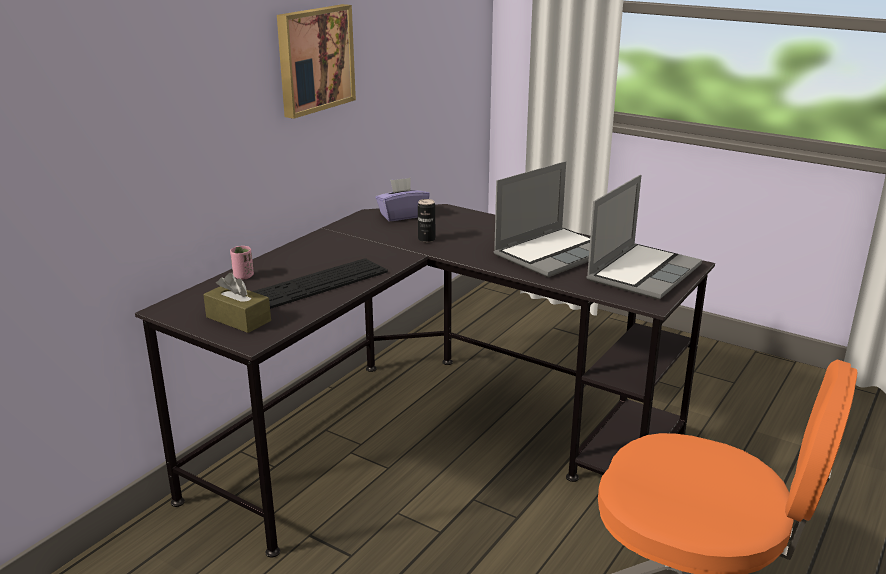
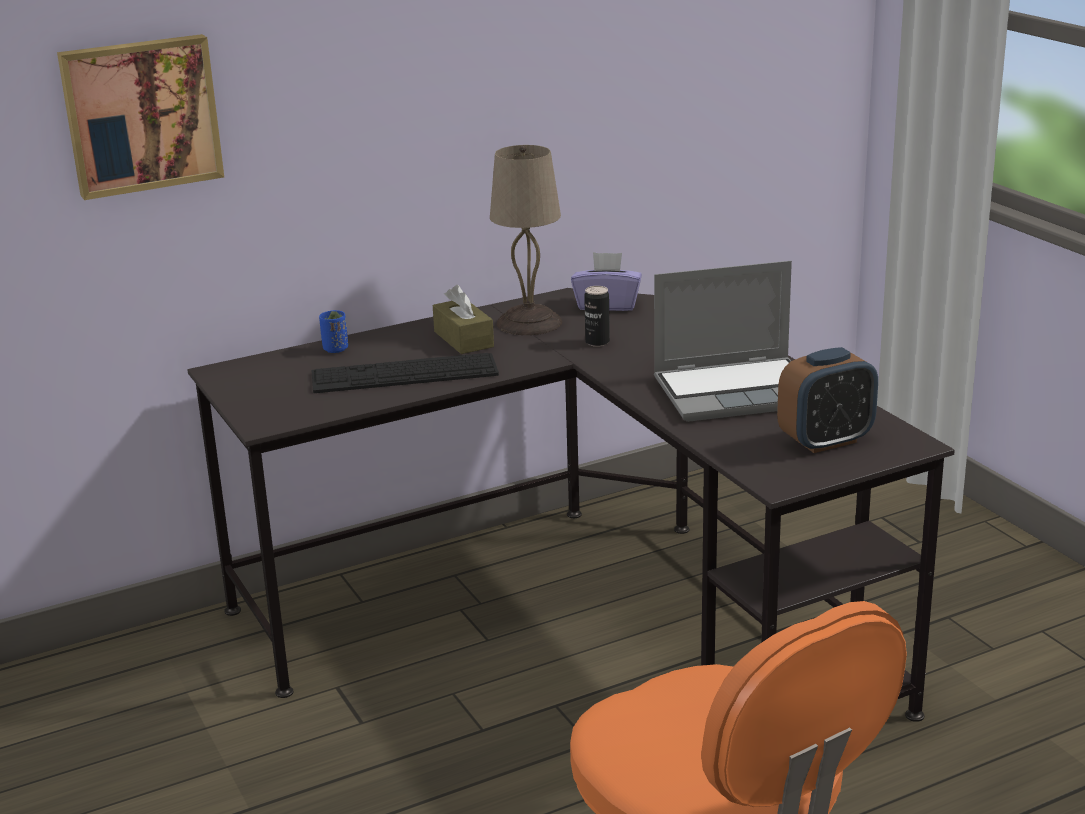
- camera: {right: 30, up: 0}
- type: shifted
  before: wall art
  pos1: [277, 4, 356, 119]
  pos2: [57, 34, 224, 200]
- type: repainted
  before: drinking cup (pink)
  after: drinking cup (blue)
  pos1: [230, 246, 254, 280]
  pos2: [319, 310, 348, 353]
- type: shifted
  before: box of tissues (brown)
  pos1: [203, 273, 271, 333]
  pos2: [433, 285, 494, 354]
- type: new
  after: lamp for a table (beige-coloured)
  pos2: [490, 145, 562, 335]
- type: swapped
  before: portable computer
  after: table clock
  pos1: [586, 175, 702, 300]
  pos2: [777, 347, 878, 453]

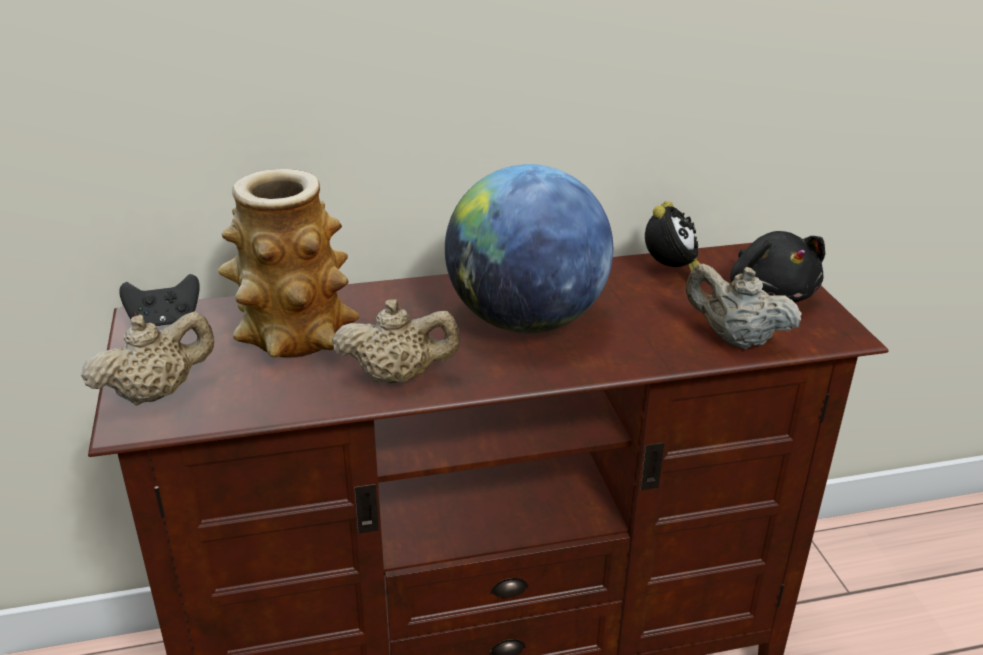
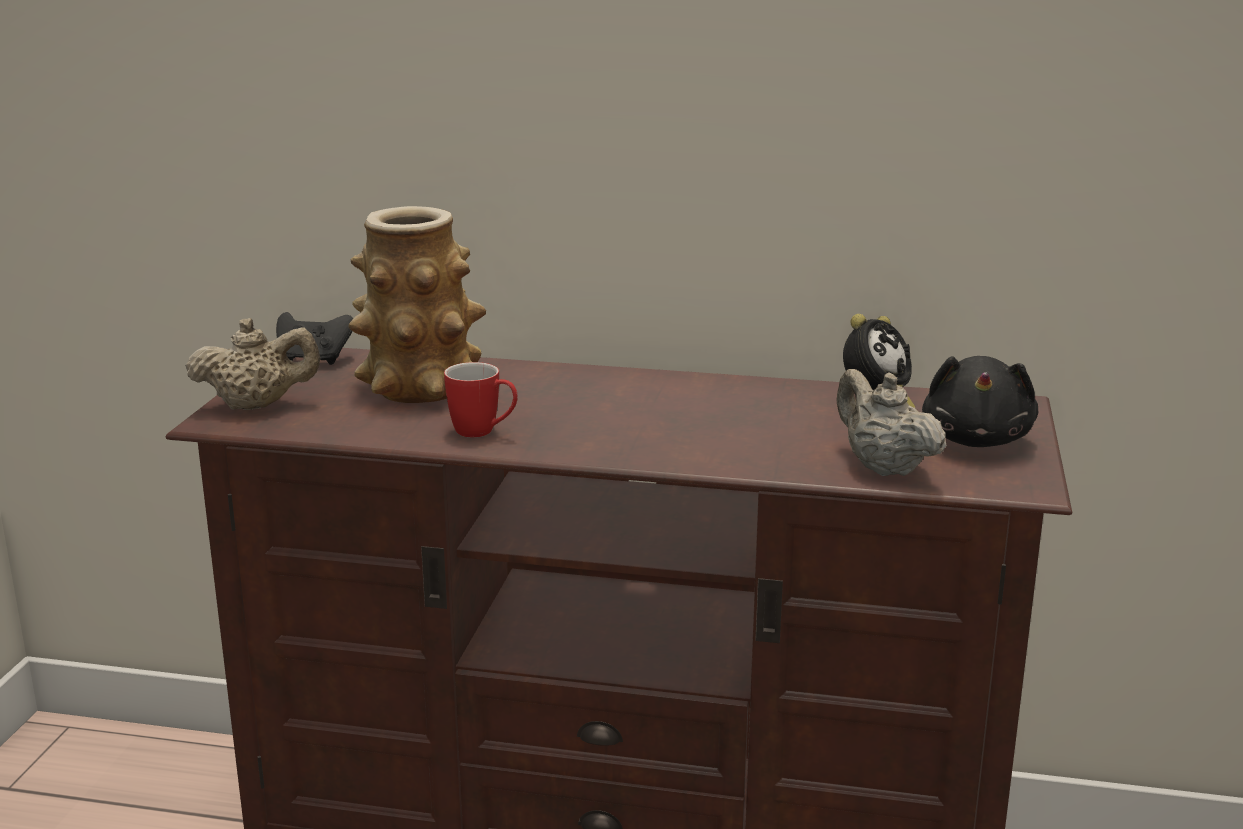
- camera: {right: 25, up: -10}
- type: swapped
  before: teapot (beige-coloured)
  after: coffee mug
  pos1: [332, 299, 461, 383]
  pos2: [444, 362, 518, 438]
- type: gone
  before: globe
  pos1: [445, 164, 613, 333]

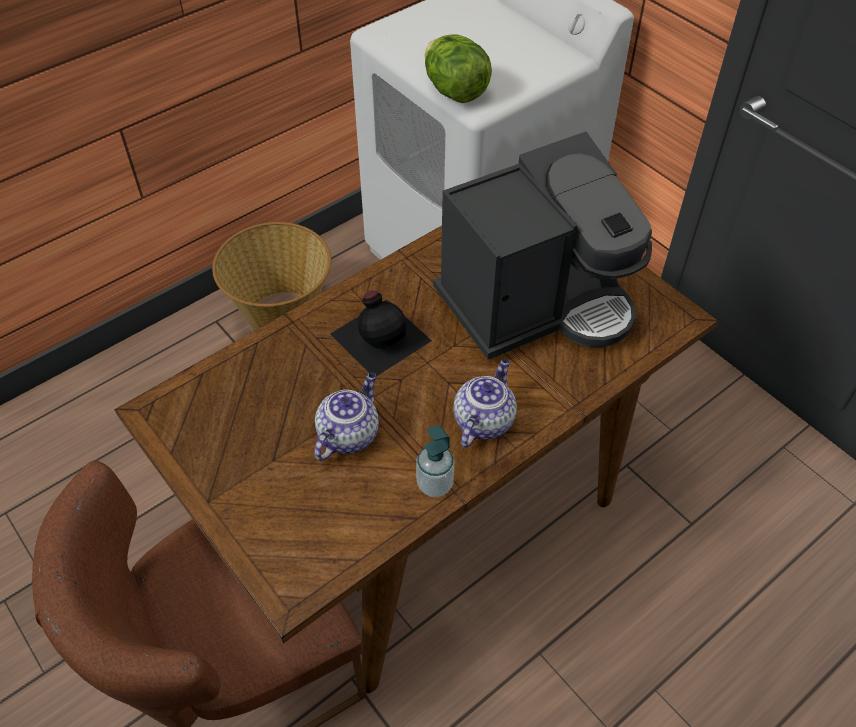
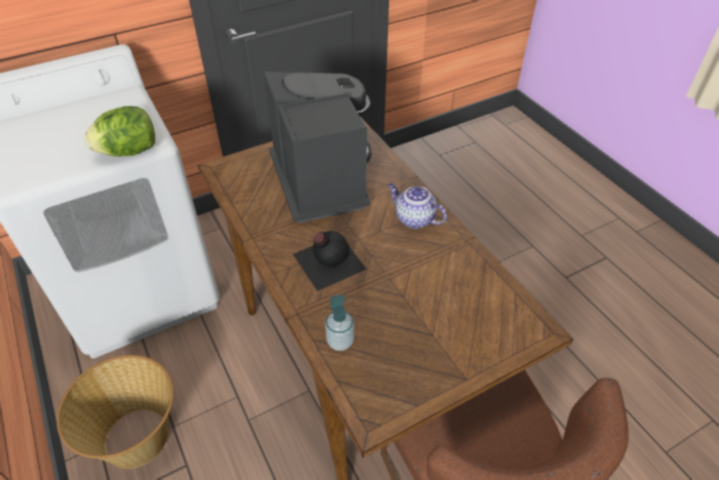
- camera: {right: -80, up: -5}
- type: shifted
  before: liquid soap bottle
  pos1: [416, 425, 454, 497]
  pos2: [325, 294, 354, 351]
- type: gone
  before: teapot
  pos1: [314, 373, 379, 461]

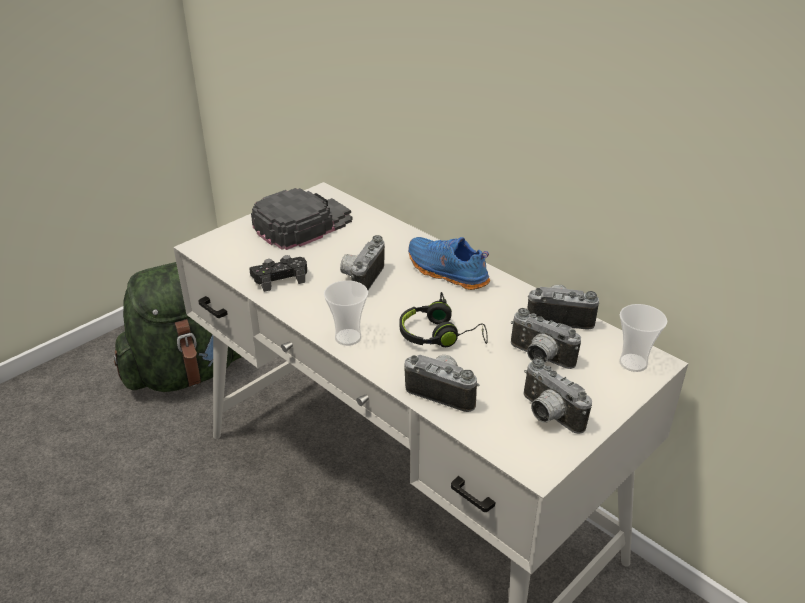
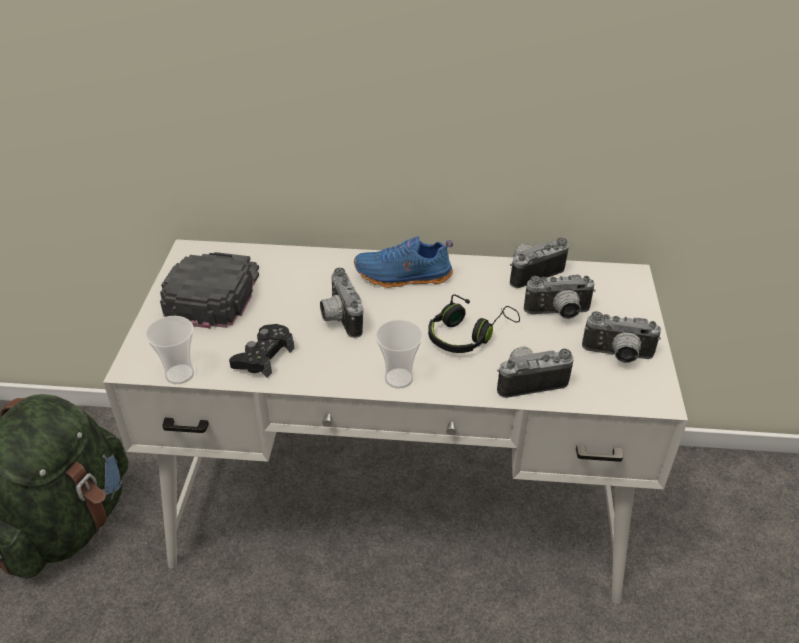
- camera: {right: -40, up: 5}
- type: shifted
  before: drinking cup
  pos1: [619, 304, 667, 372]
  pos2: [145, 316, 194, 384]

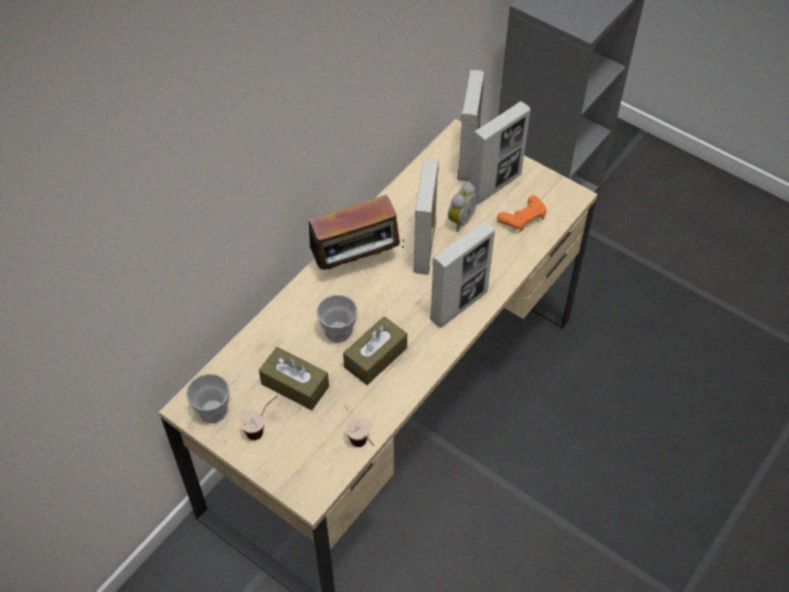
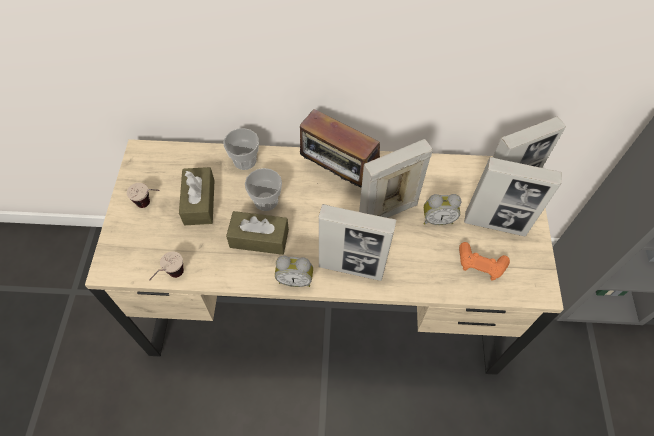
- camera: {right: 55, up: 5}
- type: shifted
  before: drinking cup
  pos1: [186, 374, 230, 423]
  pos2: [224, 128, 259, 170]
- type: new
  after: table clock
  pos2: [275, 256, 313, 287]

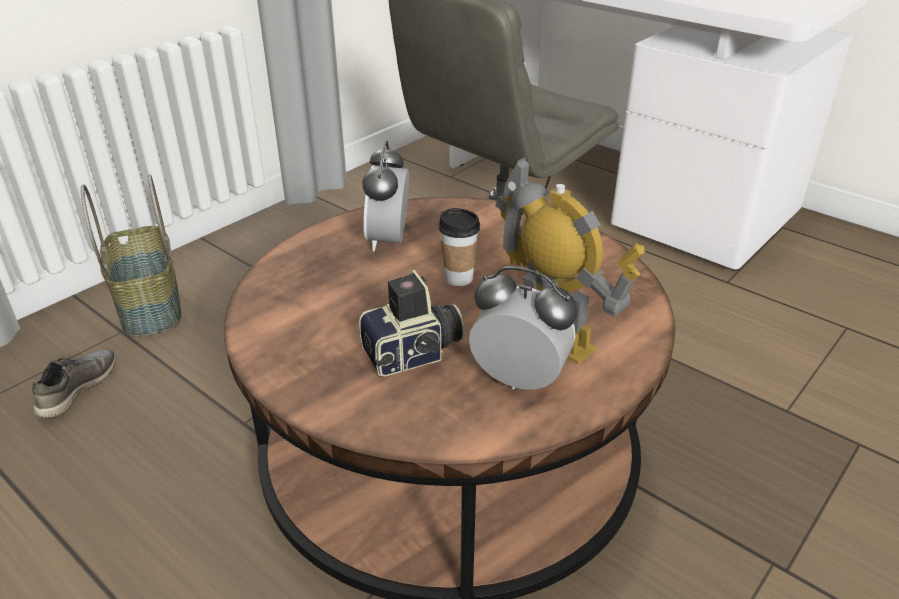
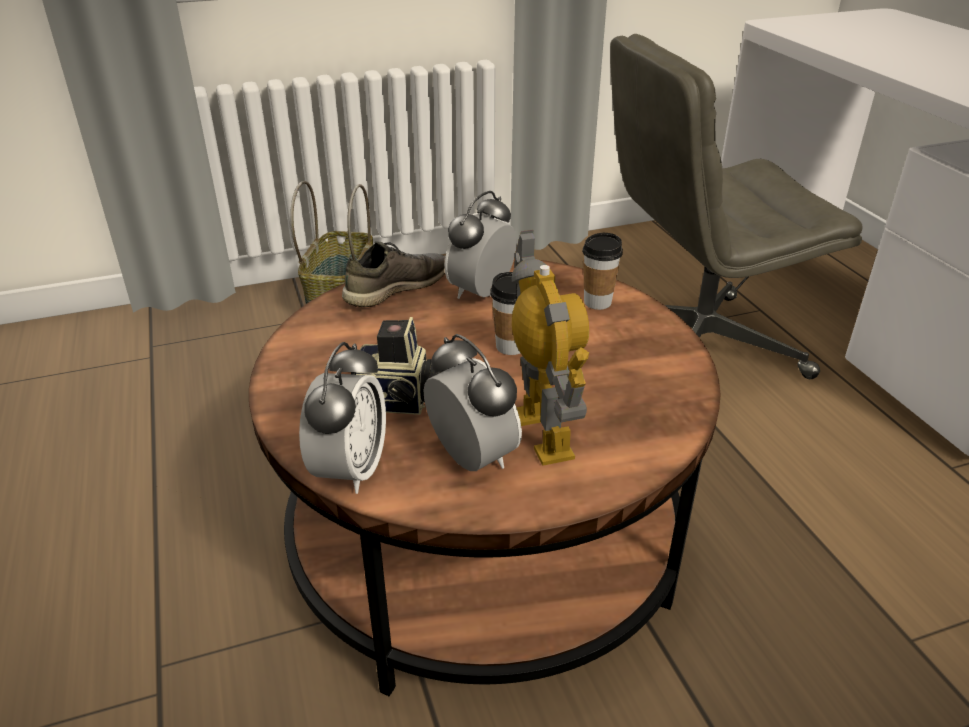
- camera: {right: 30, up: 0}
- type: new
  after: table clock
  pos2: [299, 342, 386, 494]
- type: shifted
  before: shoe (gray)
  pos1: [32, 349, 116, 418]
  pos2: [342, 241, 446, 307]
- type: new
  after: drinking cup
  pos2: [582, 233, 623, 310]

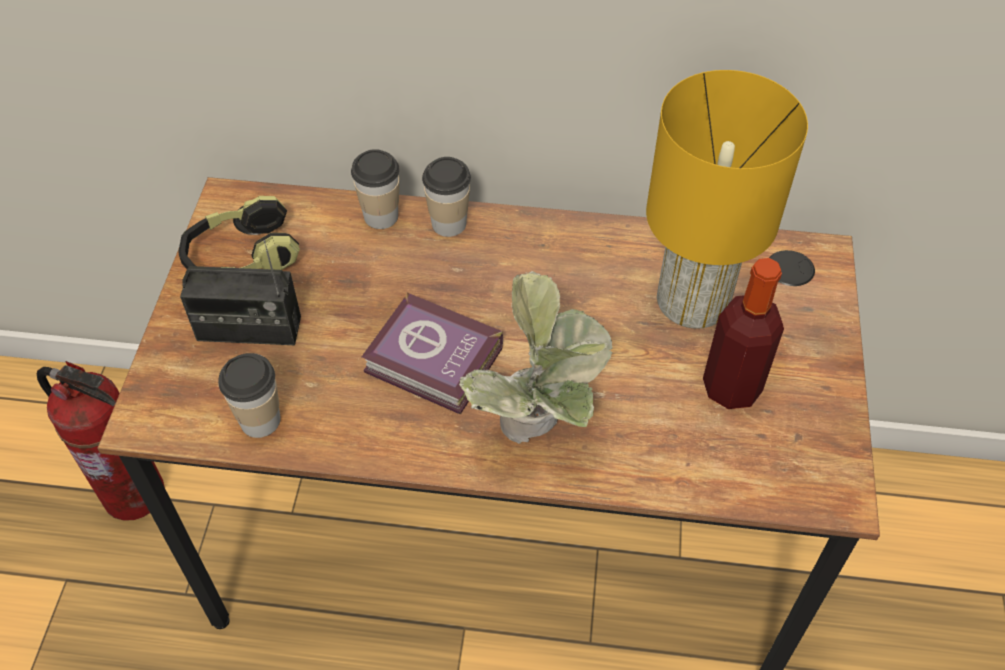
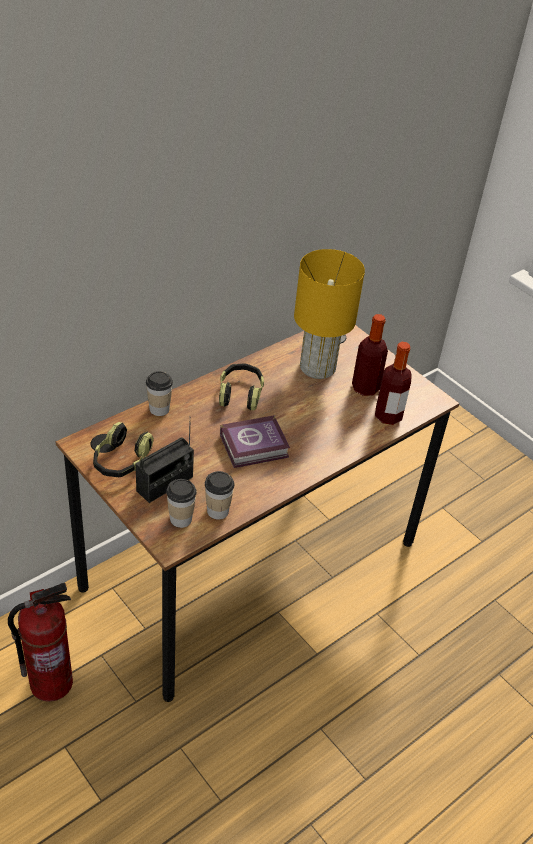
- camera: {right: -50, up: -10}
- type: shifted
  before: drinking cup
  pos1: [422, 157, 471, 237]
  pos2: [166, 479, 197, 528]
- type: new
  after: headphones
  pos2: [219, 363, 264, 411]
- type: new
  after: beverage bottle
  pos2: [375, 342, 412, 425]
- type: gone
  before: houseplant
  pos1: [459, 271, 613, 444]

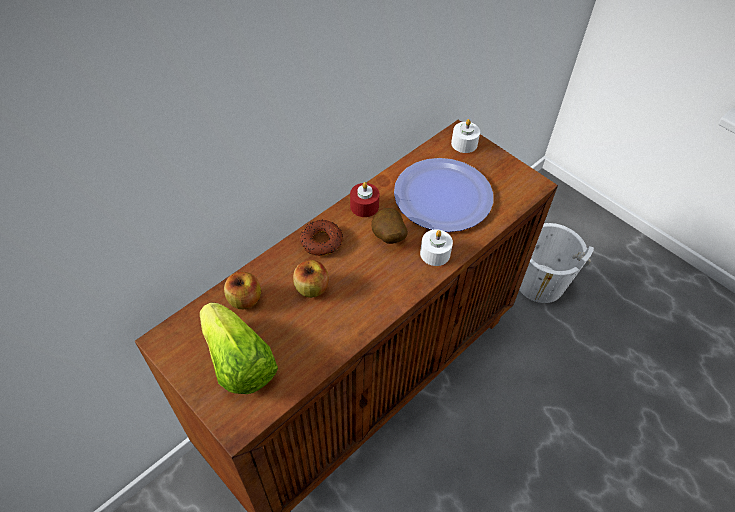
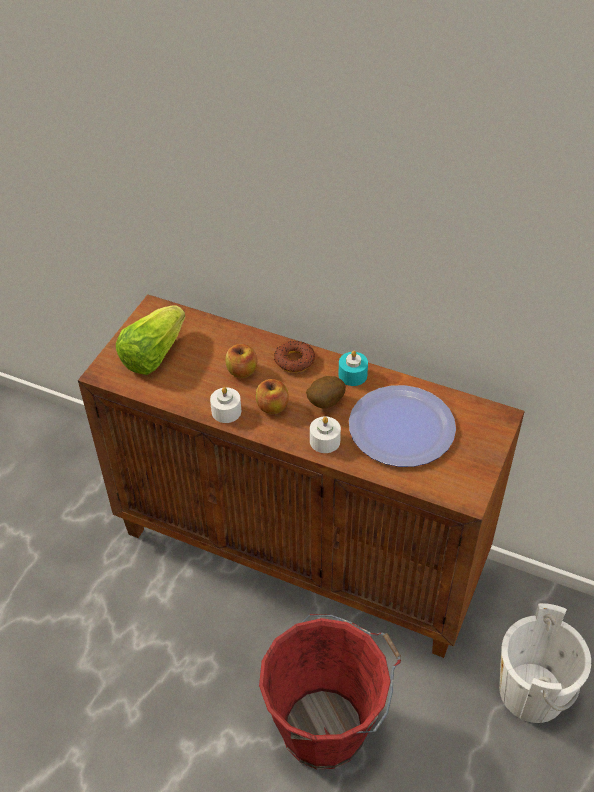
- camera: {right: 70, up: -5}
- type: shifted
  before: wax candle (white)
  pos1: [451, 119, 480, 153]
  pos2: [210, 387, 241, 423]
- type: shifted
  before: whole apple
  pos1: [224, 272, 261, 309]
  pos2: [256, 379, 289, 414]
- type: new
  after: water bucket (reddish)
  pos2: [259, 614, 401, 769]
- type: repainted
  before: wax candle (reddish)
  after: wax candle (turquoise)
  pos1: [350, 182, 379, 217]
  pos2: [338, 351, 368, 386]

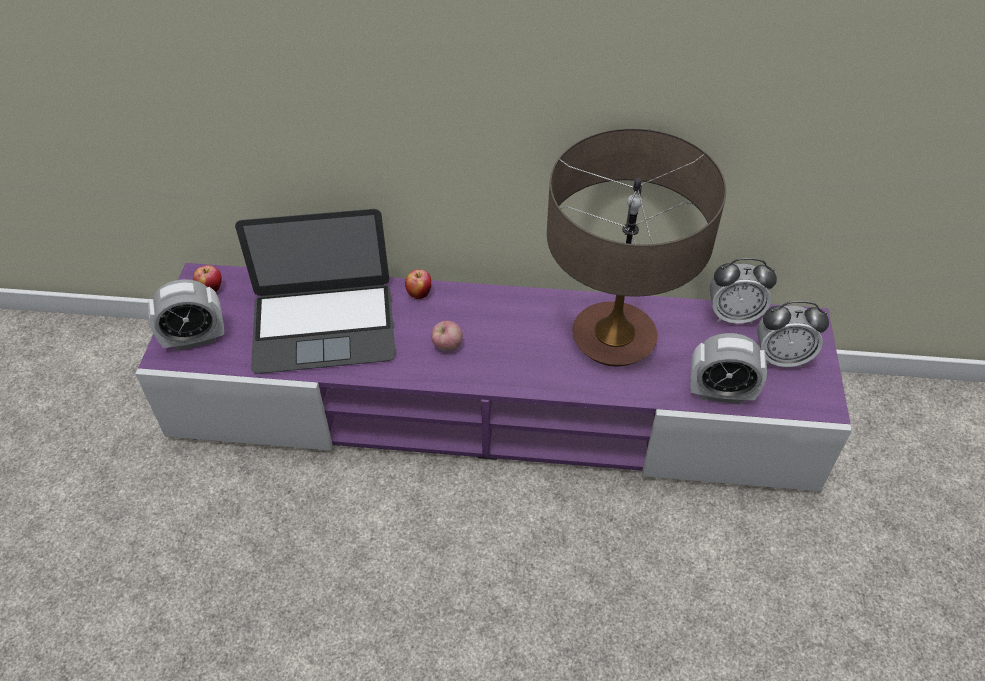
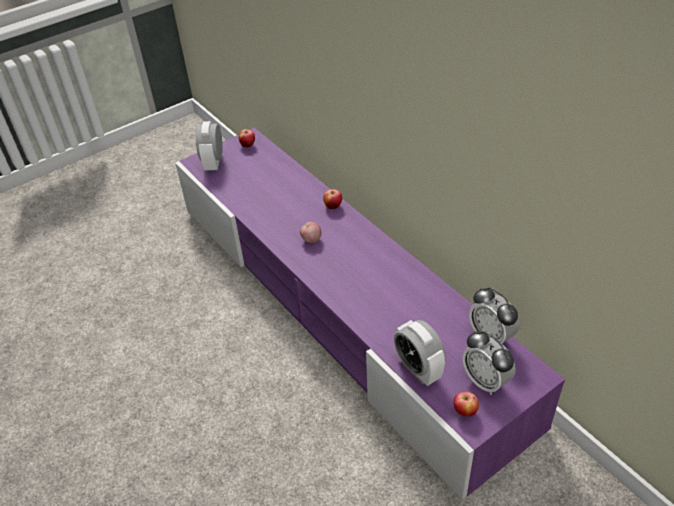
- camera: {right: 50, up: -5}
- type: rotated
  before: table clock
  pos1: [148, 279, 224, 351]
  pos2: [196, 121, 223, 171]
  turn: 60
- type: new
  after: whole apple
  pos2: [454, 391, 479, 417]
- type: gone
  before: portable computer
  pos1: [235, 209, 395, 374]
- type: gone
  before: lamp for a table
  pos1: [547, 128, 726, 367]

